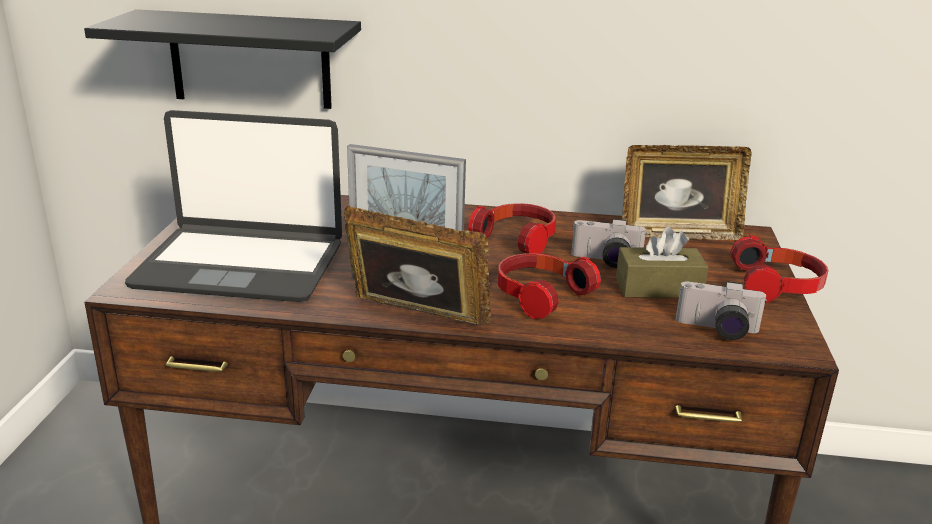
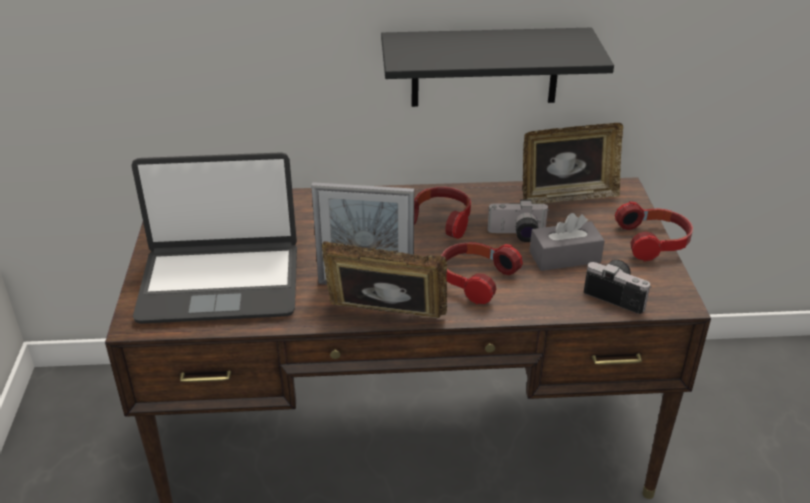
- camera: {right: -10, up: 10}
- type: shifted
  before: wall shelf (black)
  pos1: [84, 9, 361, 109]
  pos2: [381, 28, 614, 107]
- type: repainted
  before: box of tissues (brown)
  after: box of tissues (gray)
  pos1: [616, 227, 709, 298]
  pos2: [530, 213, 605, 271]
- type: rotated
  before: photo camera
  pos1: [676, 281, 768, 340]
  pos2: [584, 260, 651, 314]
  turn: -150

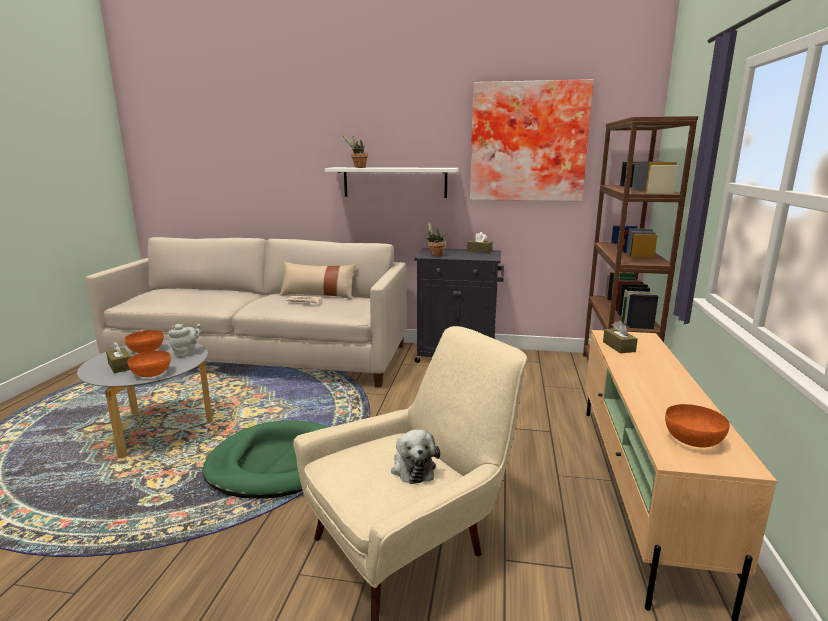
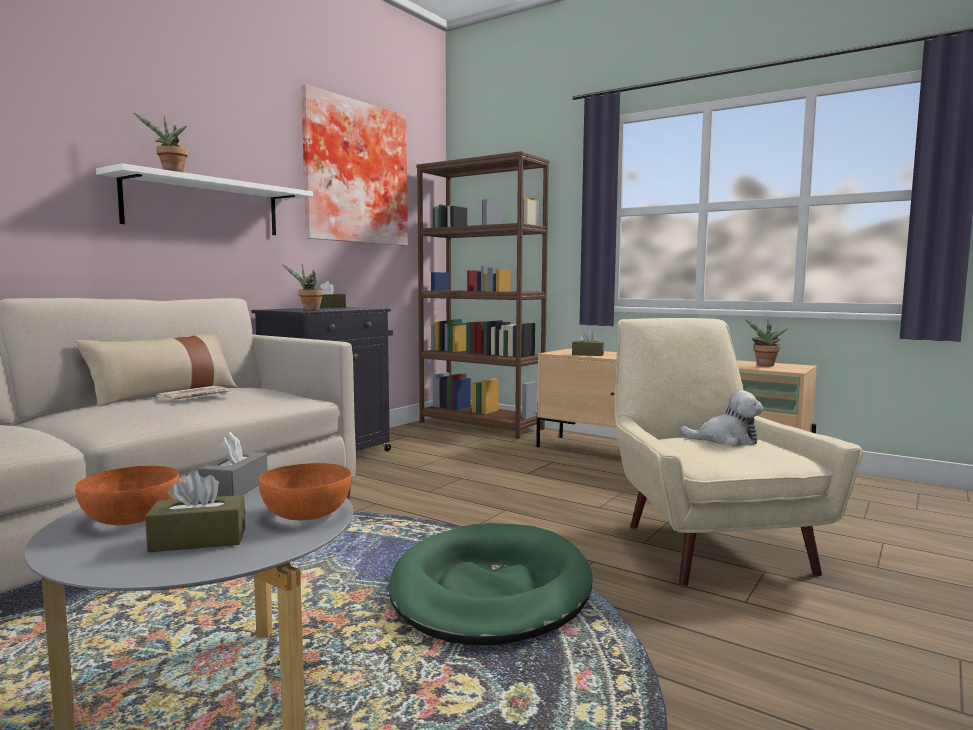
- camera: {right: -65, up: -10}
- type: swapped
  before: teapot (gray)
  after: box of tissues (gray)
  pos1: [168, 324, 201, 357]
  pos2: [198, 432, 268, 497]
- type: swapped
  before: deep dish (orange)
  after: houseplant
  pos1: [665, 404, 729, 447]
  pos2: [745, 319, 788, 366]

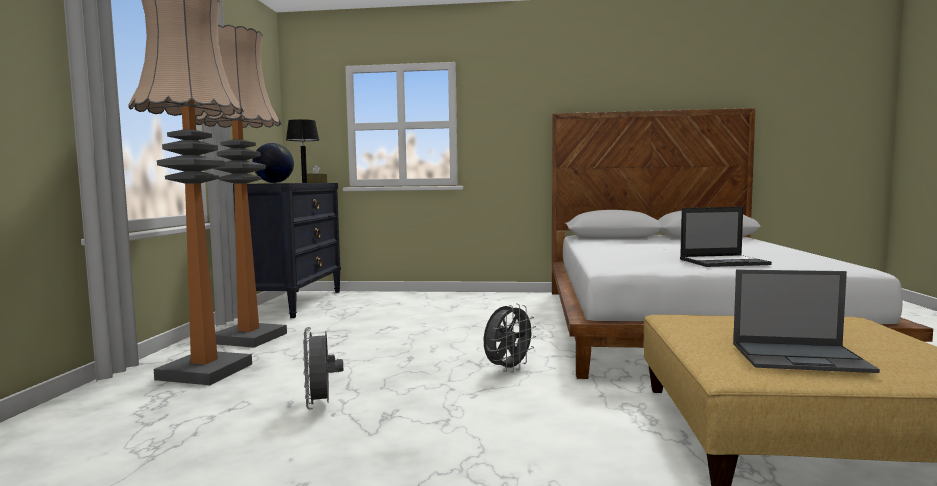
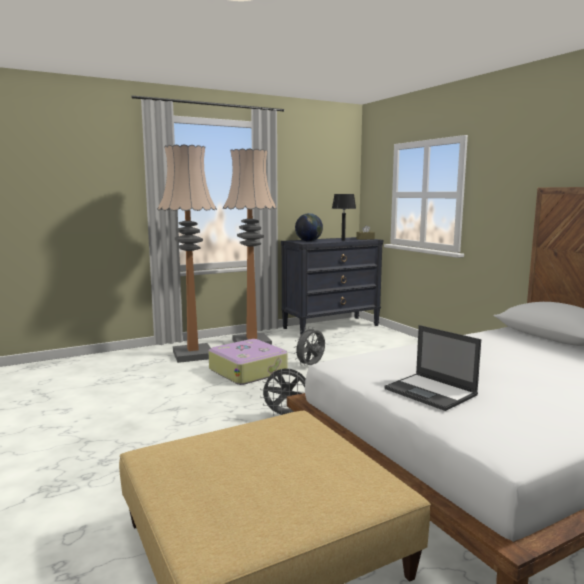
- camera: {right: 55, up: 5}
- type: new
  after: suitcase
  pos2: [209, 339, 288, 385]
- type: shifted
  before: electric fan (gray)
  pos1: [303, 327, 343, 409]
  pos2: [294, 326, 325, 366]
- type: gone
  before: portable computer
  pos1: [733, 269, 880, 373]

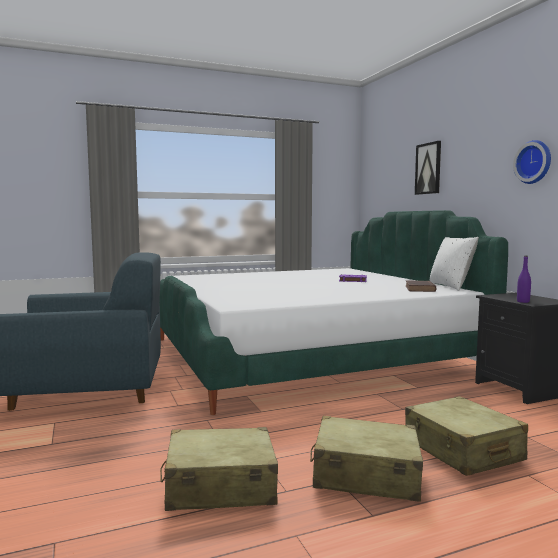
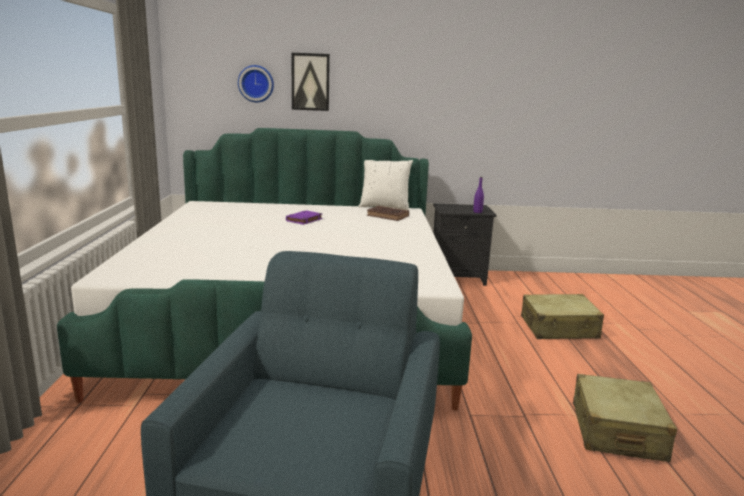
- camera: {right: -70, up: 10}
- type: shifted
  before: clock on the wall
  pos1: [513, 140, 551, 184]
  pos2: [238, 65, 274, 102]
- type: gone
  before: suitcase (beige-coloured)
  pos1: [310, 416, 423, 502]

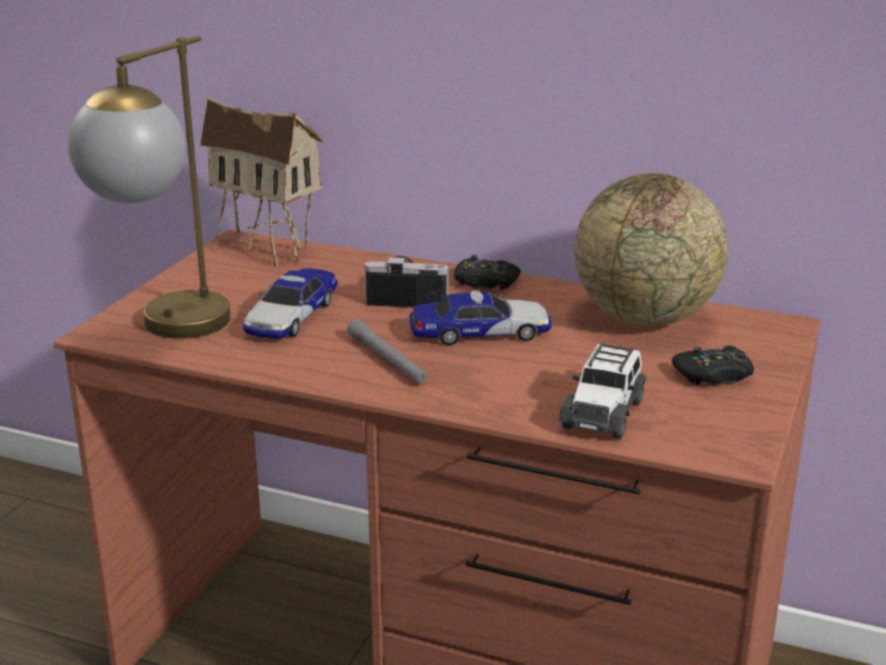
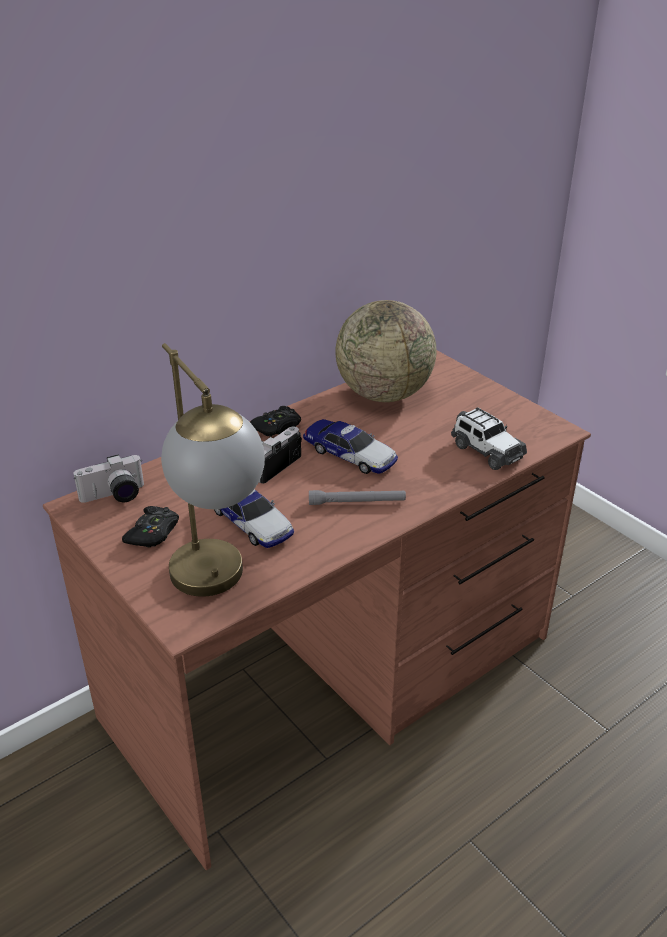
- camera: {right: -60, up: 10}
- type: swapped
  before: toy house
  after: photo camera
  pos1: [200, 97, 325, 266]
  pos2: [73, 454, 144, 503]
- type: shifted
  before: joypad (black)
  pos1: [672, 346, 754, 385]
  pos2: [122, 506, 179, 547]
- type: rotated
  before: miniature car
  pos1: [410, 290, 552, 345]
  pos2: [303, 419, 398, 474]
  turn: 105

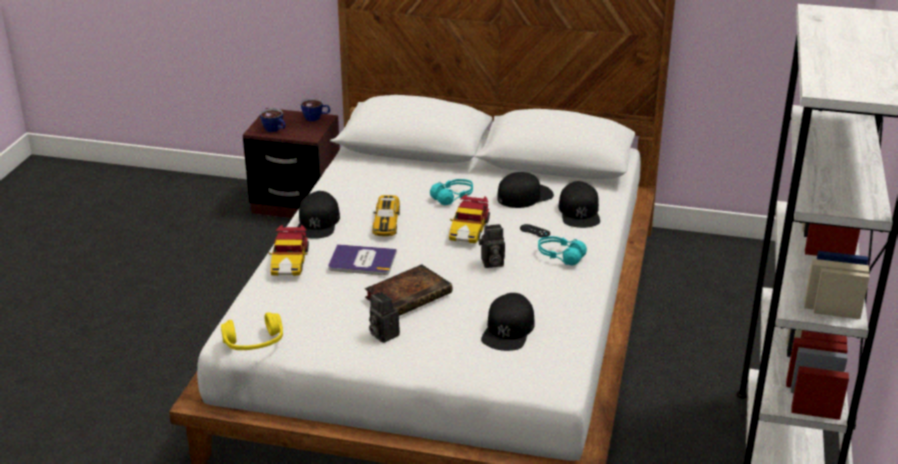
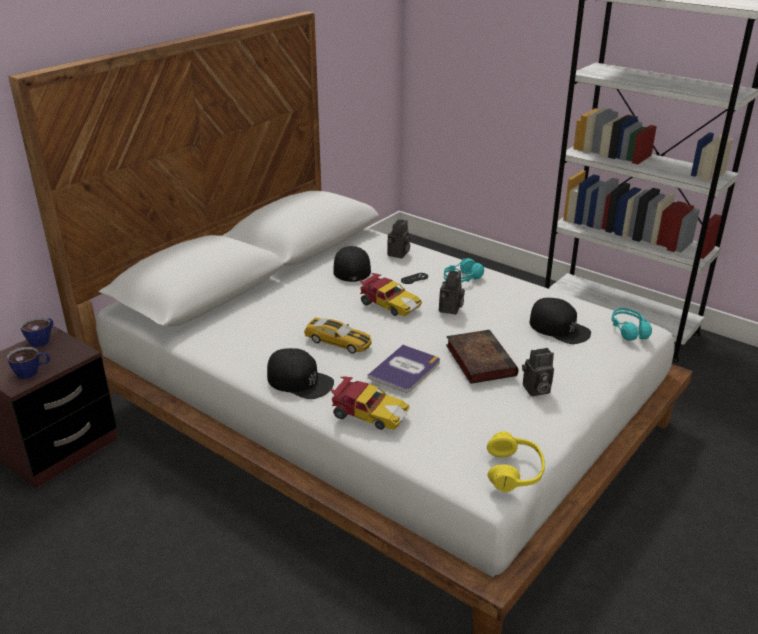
- camera: {right: -65, up: 0}
- type: swapped
  before: baseball cap (black)
  after: photo camera
  pos1: [558, 181, 600, 228]
  pos2: [387, 220, 410, 258]
- type: shifted
  before: headphones (turquoise)
  pos1: [430, 179, 473, 205]
  pos2: [612, 307, 652, 341]

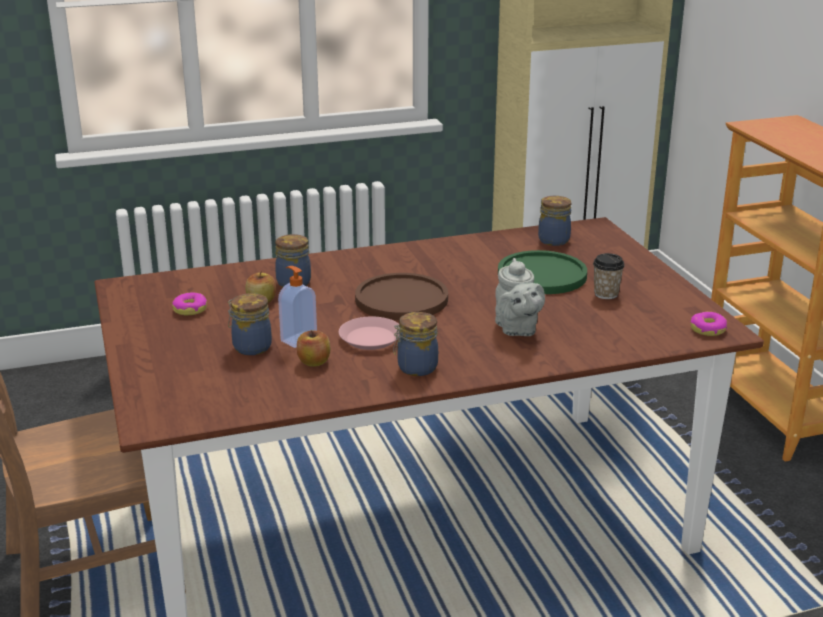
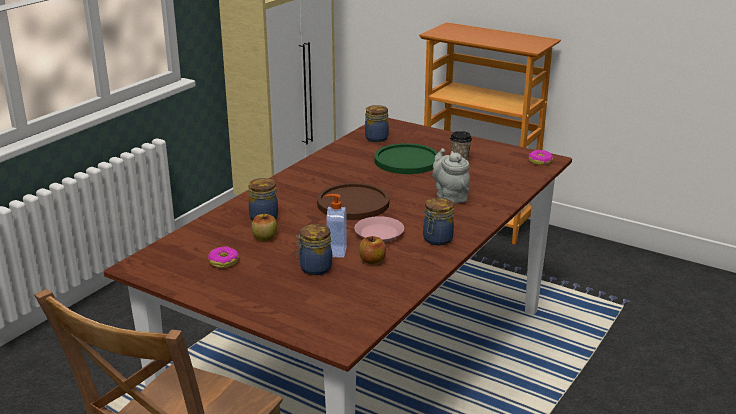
- camera: {right: -40, up: 0}
- type: rotated
  before: teapot (gray)
  pos1: [495, 258, 545, 336]
  pos2: [432, 148, 470, 204]
  turn: -150

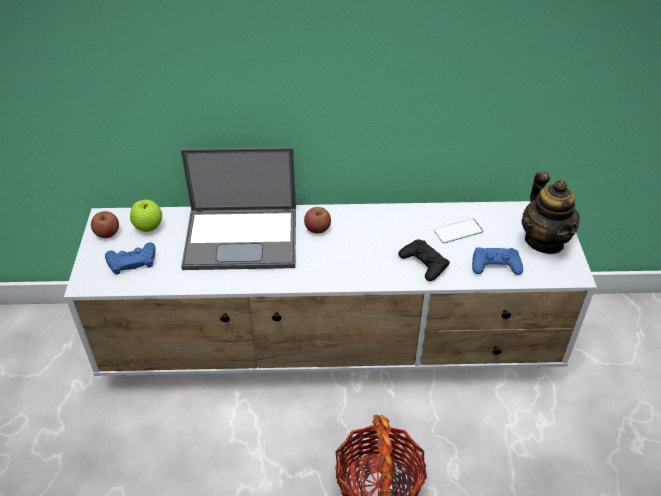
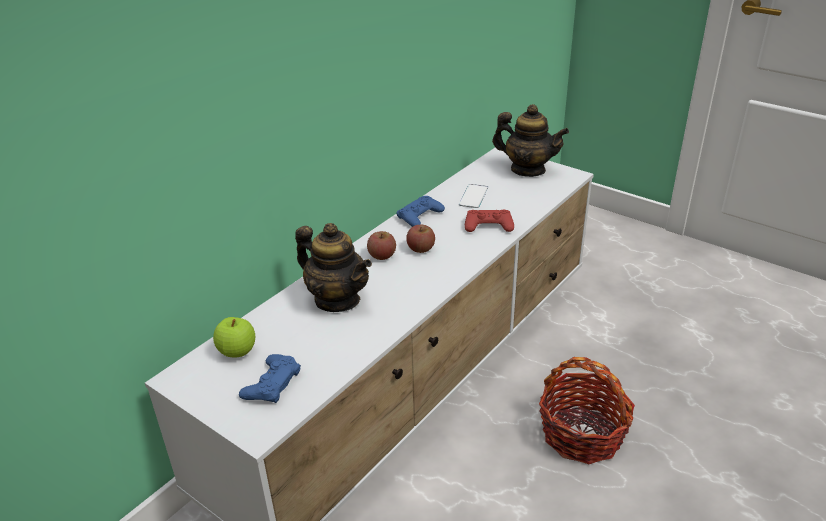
- camera: {right: -50, up: -10}
- type: swapped
  before: portable computer
  after: teapot
  pos1: [181, 147, 296, 270]
  pos2: [295, 223, 372, 312]
- type: shifted
  before: joypad (blue)
  pos1: [472, 247, 523, 275]
  pos2: [396, 196, 445, 227]
- type: shifted
  before: whole apple
  pos1: [91, 211, 119, 238]
  pos2: [406, 225, 435, 253]
- type: repainted
  before: joypad (black)
  after: joypad (reddish)
  pos1: [398, 240, 450, 281]
  pos2: [465, 210, 514, 232]

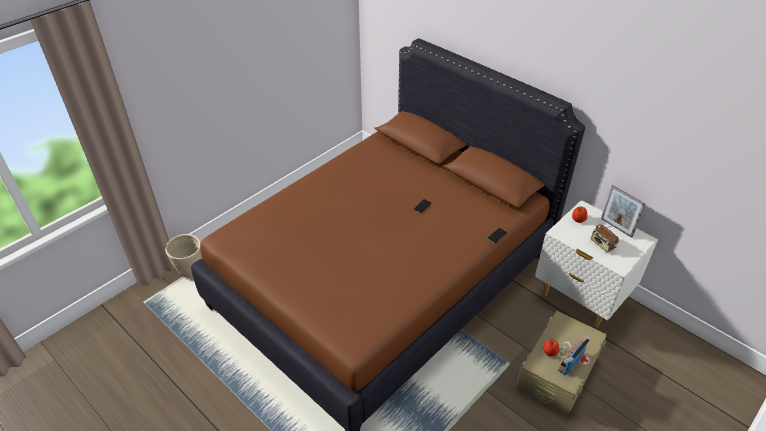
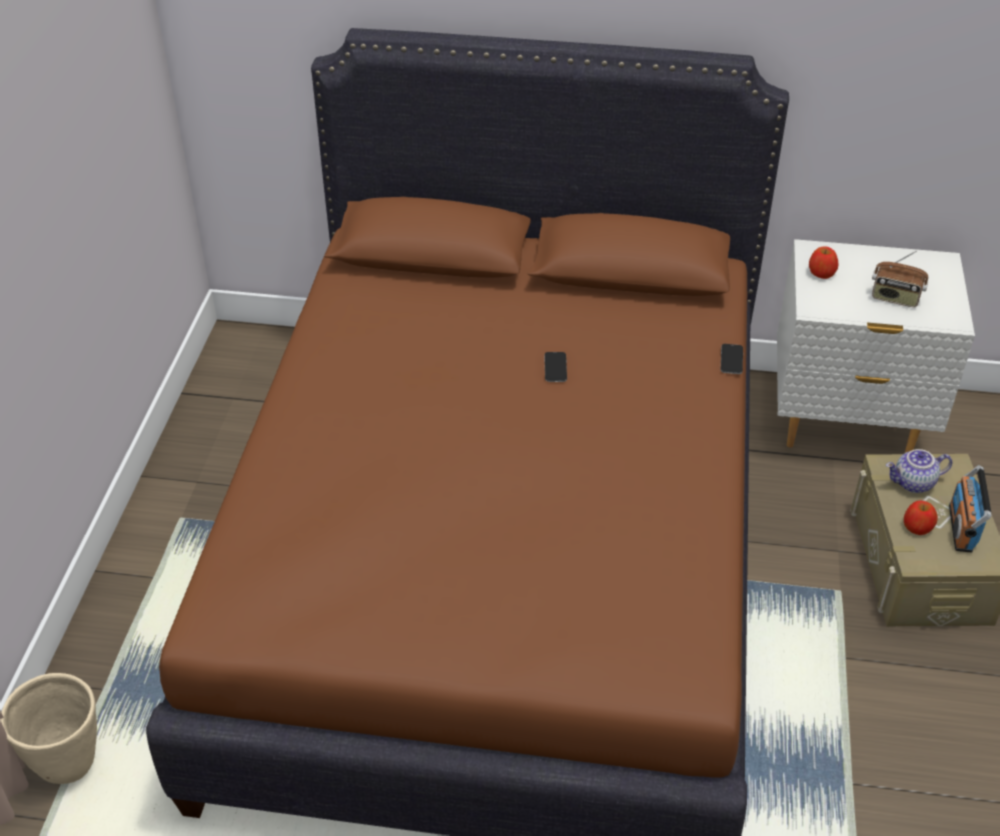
- camera: {right: -35, up: 0}
- type: new
  after: teapot
  pos2: [886, 449, 952, 493]
- type: gone
  before: picture frame
  pos1: [601, 185, 645, 238]

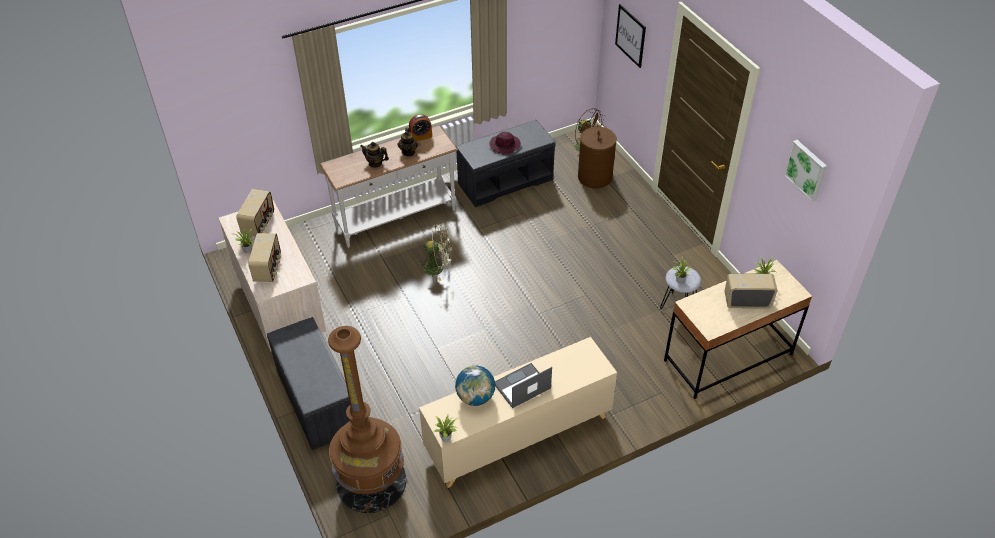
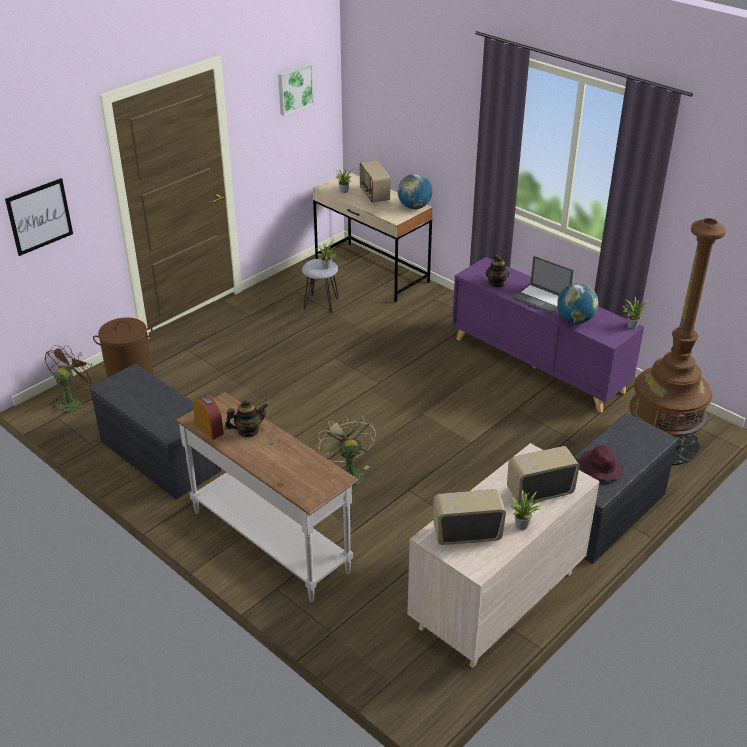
- camera: {right: -110, up: -10}
- type: new
  after: globe
  pos2: [397, 174, 433, 209]
- type: repainted
  before: cabinet (beige-coloured)
  after: cabinet (purplish)
  pos1: [419, 337, 617, 488]
  pos2: [452, 257, 644, 413]
- type: shifted
  before: teapot
  pos1: [360, 142, 389, 168]
  pos2: [485, 254, 509, 287]
- type: shifted
  before: wearable hat (purplish)
  pos1: [489, 132, 521, 154]
  pos2: [579, 446, 624, 480]

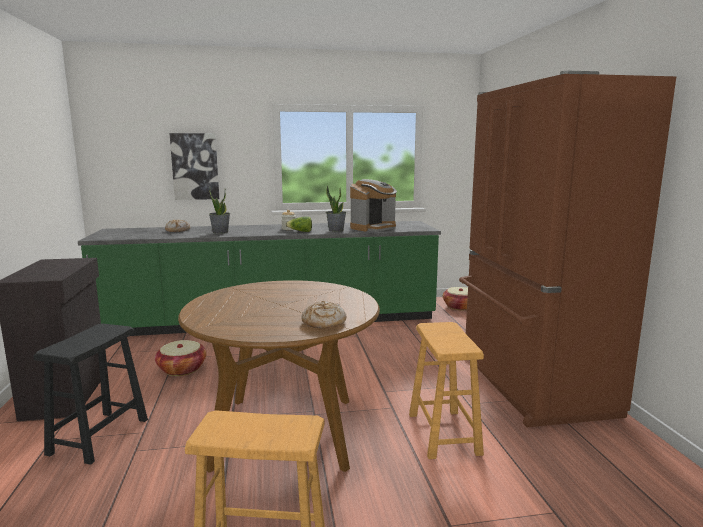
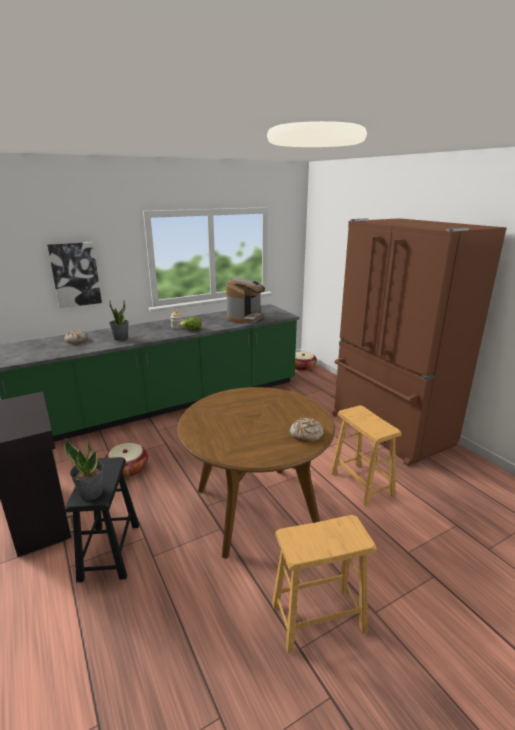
- camera: {right: -20, up: 10}
- type: shifted
  before: houseplant
  pos1: [326, 186, 346, 232]
  pos2: [64, 439, 104, 501]

